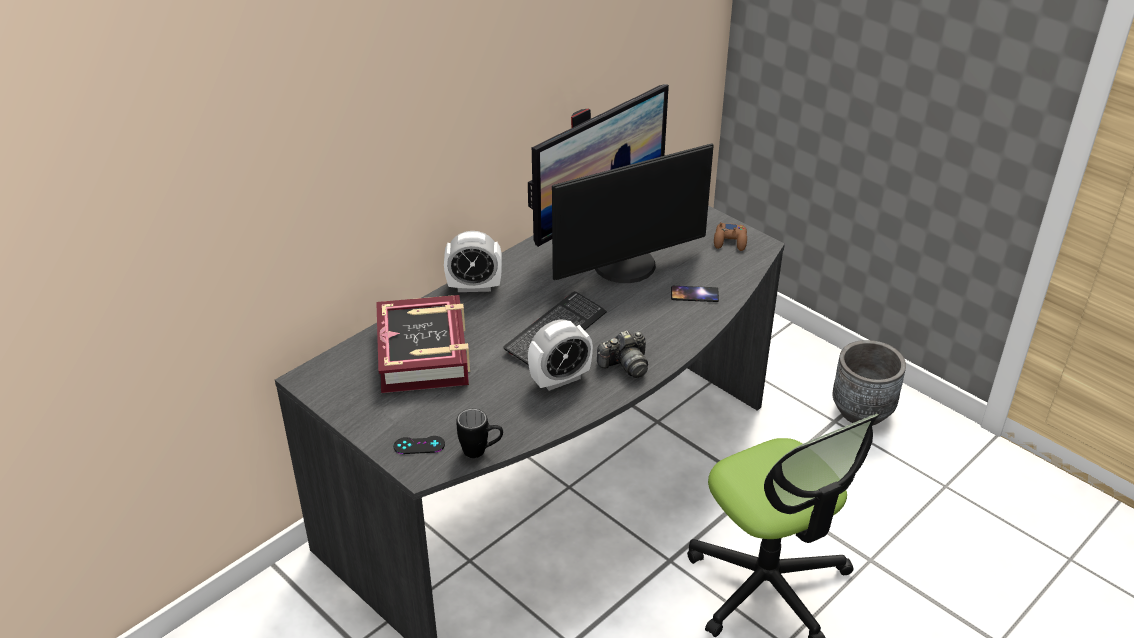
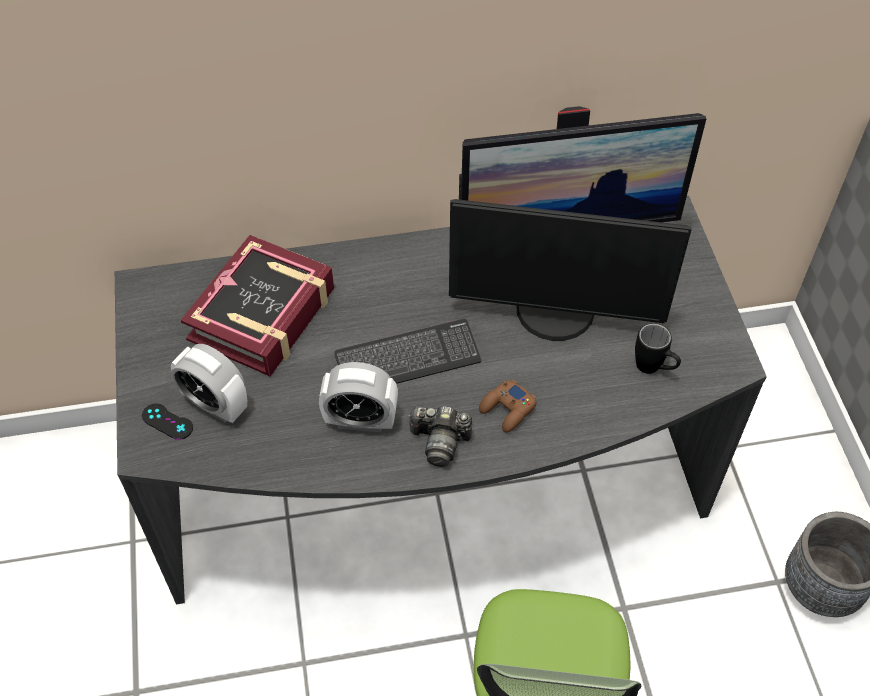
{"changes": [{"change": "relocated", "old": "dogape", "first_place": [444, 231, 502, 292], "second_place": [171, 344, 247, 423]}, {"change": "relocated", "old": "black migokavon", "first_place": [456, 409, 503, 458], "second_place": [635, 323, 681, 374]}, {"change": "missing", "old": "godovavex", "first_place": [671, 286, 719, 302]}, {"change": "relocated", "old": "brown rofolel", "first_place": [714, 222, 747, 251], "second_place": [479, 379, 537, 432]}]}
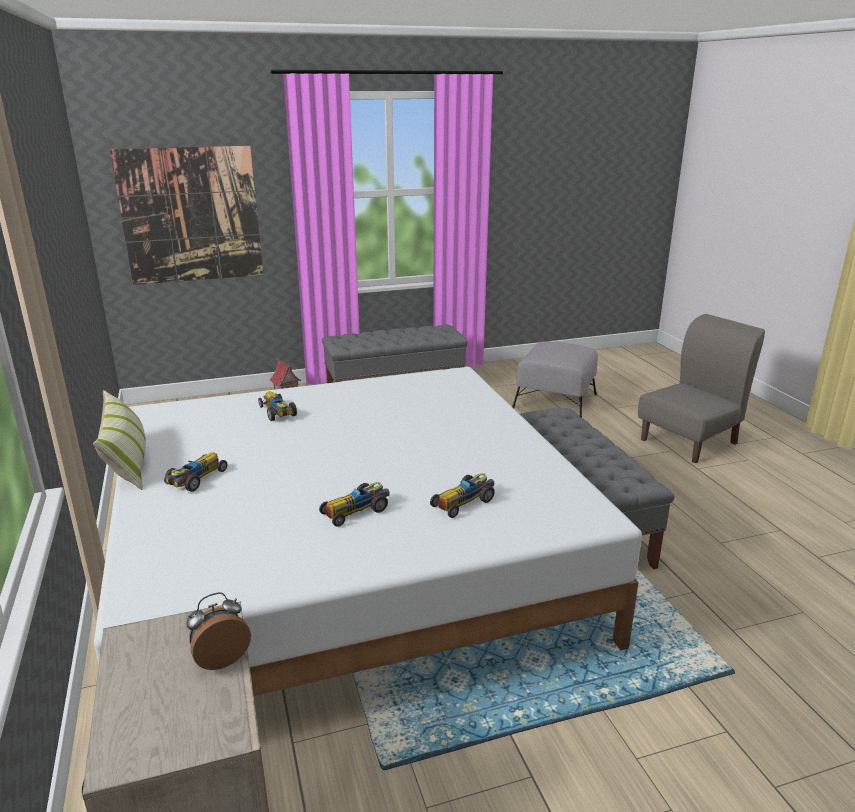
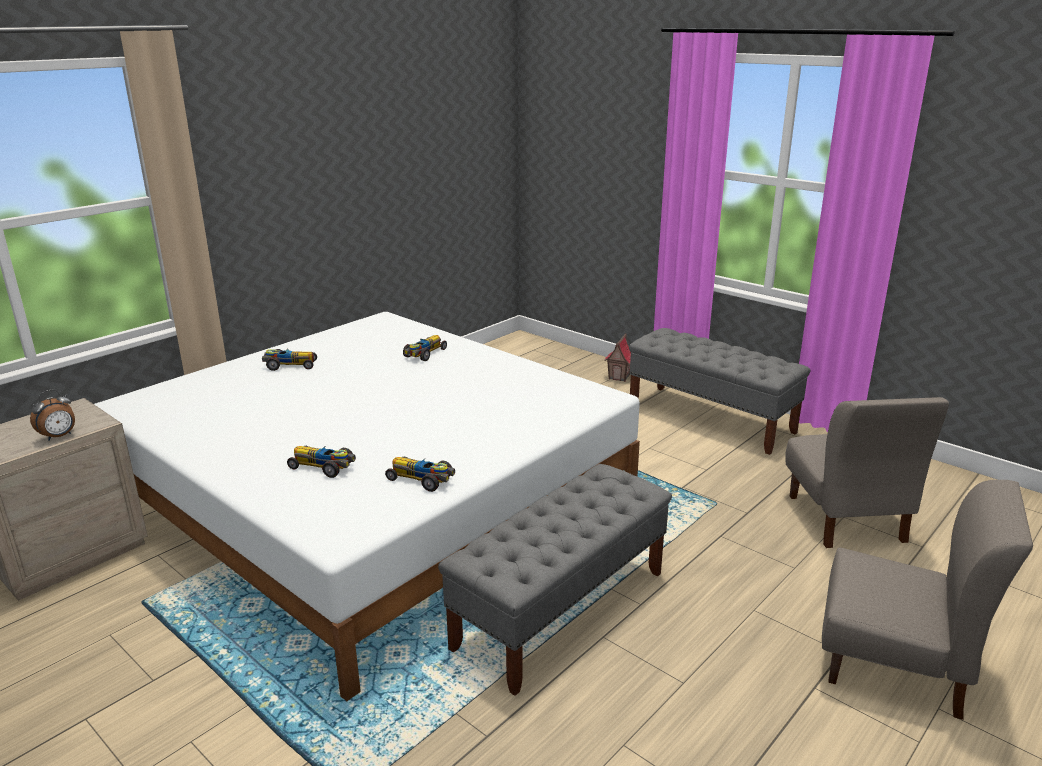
{"changes": [{"change": "missing", "old": "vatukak", "first_place": [93, 390, 146, 490]}, {"change": "missing", "old": "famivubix", "first_place": [110, 146, 263, 285]}, {"change": "spun", "old": "dogape", "first_place": [186, 592, 251, 670], "second_place": [30, 389, 75, 441], "degrees": 105}, {"change": "relocated", "old": "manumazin", "first_place": [319, 482, 390, 527], "second_place": [385, 457, 455, 492]}, {"change": "exchanged", "old": "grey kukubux", "new": "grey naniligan", "first_place": [512, 341, 598, 418], "second_place": [785, 397, 949, 548]}]}
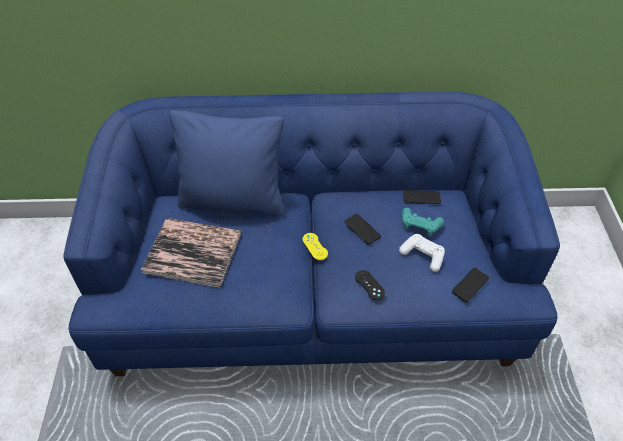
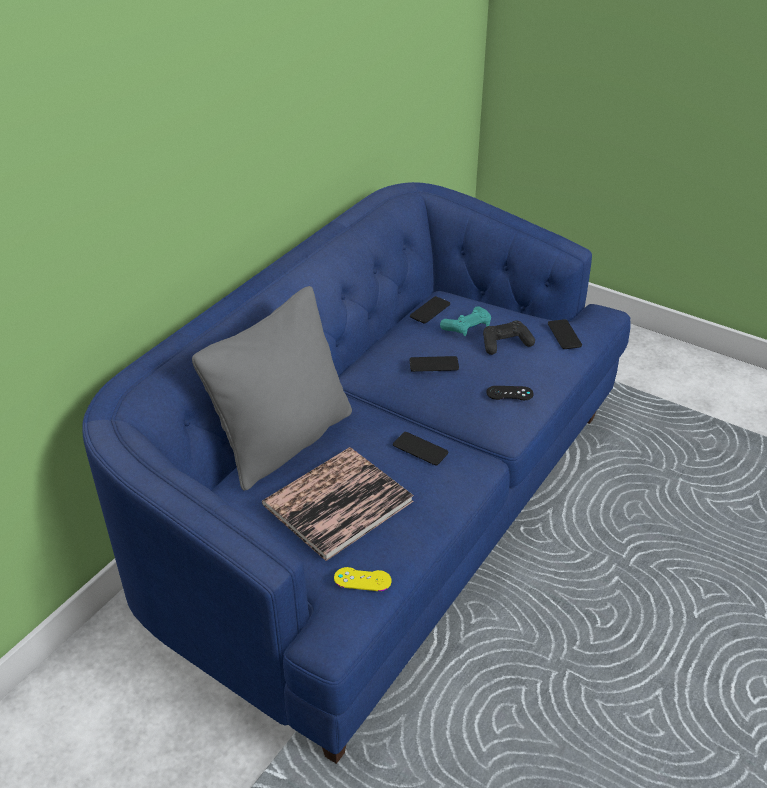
{"changes": [{"change": "colour", "old": "blue vatukak", "new": "grey vatukak", "first_place": [169, 110, 284, 216], "second_place": [192, 286, 352, 491]}, {"change": "relocated", "old": "yellow rofolel", "first_place": [302, 233, 328, 260], "second_place": [334, 567, 391, 591]}, {"change": "colour", "old": "white rofolel", "new": "black rofolel", "first_place": [399, 234, 445, 272], "second_place": [483, 321, 535, 355]}, {"change": "appeared", "new": "godovavex", "second_place": [393, 432, 448, 465]}]}
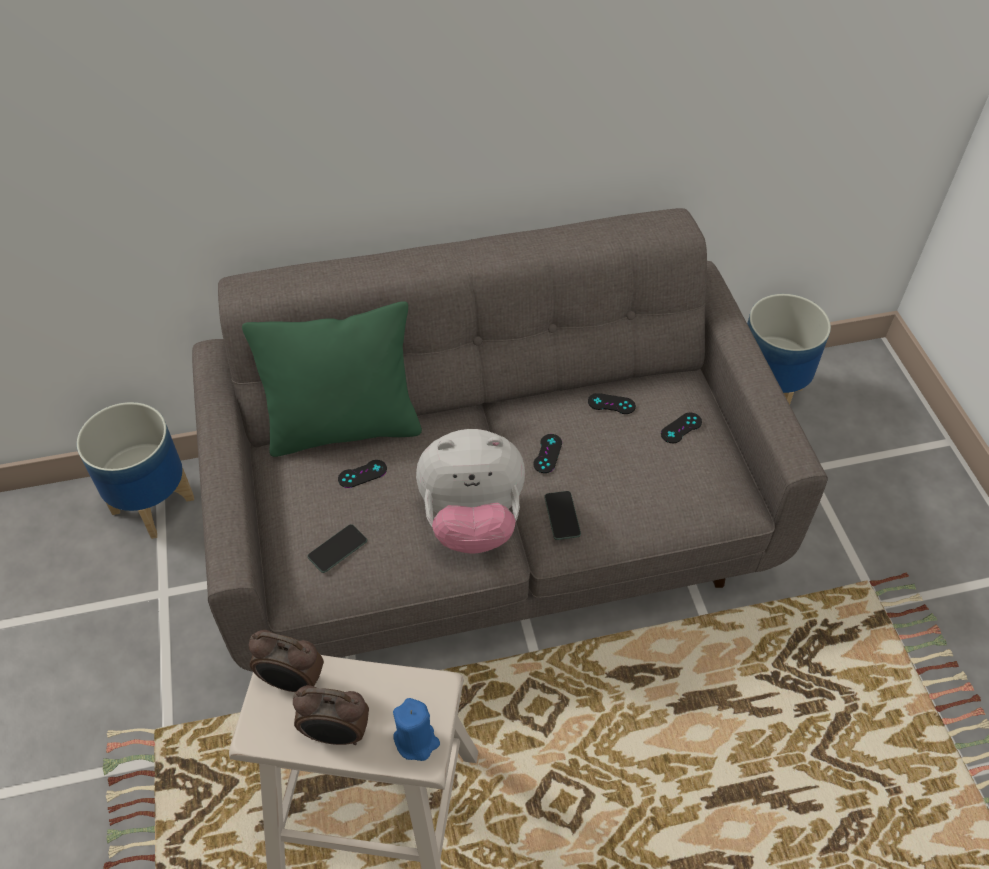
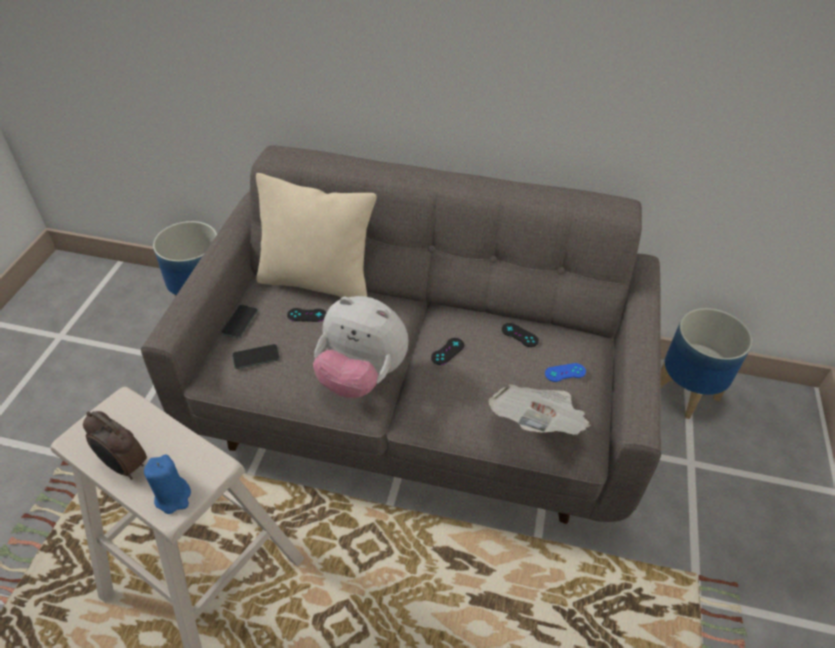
{"changes": [{"change": "colour", "old": "green vatukak", "new": "beige vatukak", "first_place": [242, 301, 422, 457], "second_place": [256, 173, 377, 298]}, {"change": "missing", "old": "dogape", "first_place": [249, 630, 324, 692]}, {"change": "relocated", "old": "godovavex", "first_place": [544, 491, 581, 540], "second_place": [221, 305, 258, 338]}, {"change": "colour", "old": "black rofolel", "new": "blue rofolel", "first_place": [661, 413, 702, 443], "second_place": [545, 363, 586, 382]}, {"change": "appeared", "new": "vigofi", "second_place": [488, 384, 591, 435]}]}
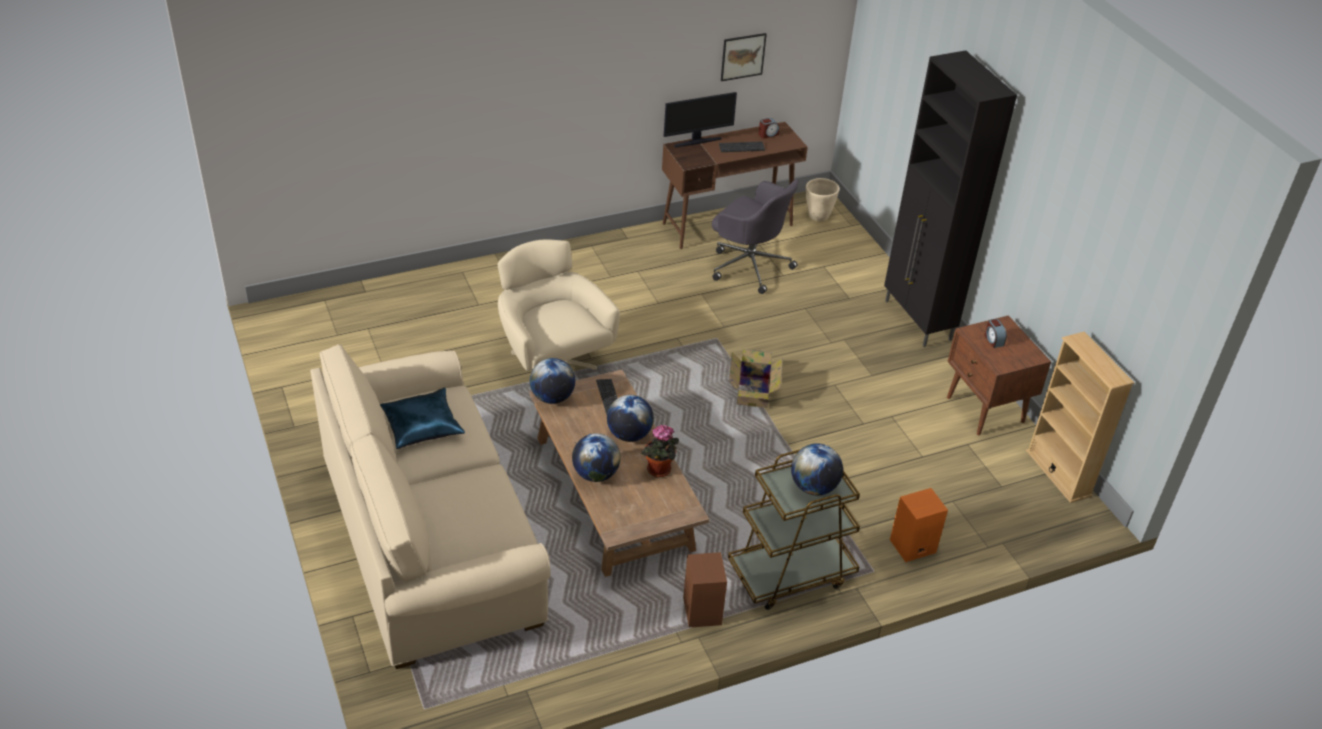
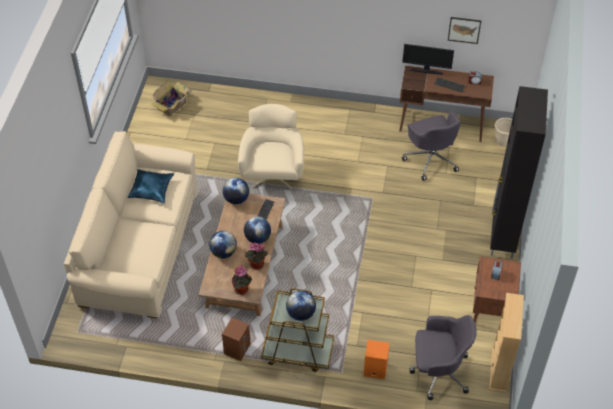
{"changes": [{"change": "relocated", "old": "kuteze", "first_place": [729, 349, 783, 408], "second_place": [152, 81, 192, 117]}, {"change": "appeared", "new": "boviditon", "second_place": [232, 266, 252, 295]}, {"change": "appeared", "new": "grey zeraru", "second_place": [409, 315, 477, 400]}]}
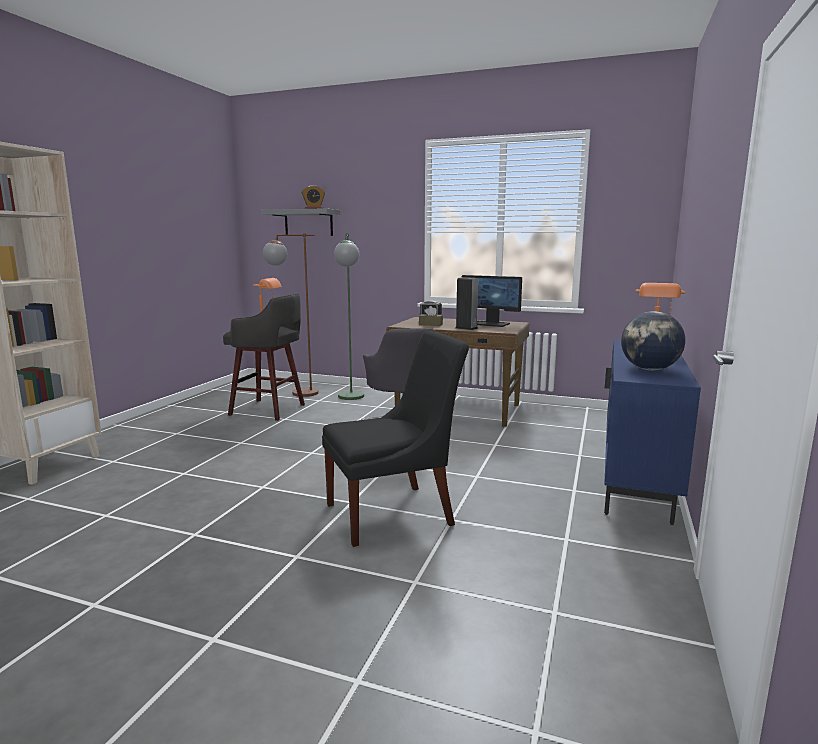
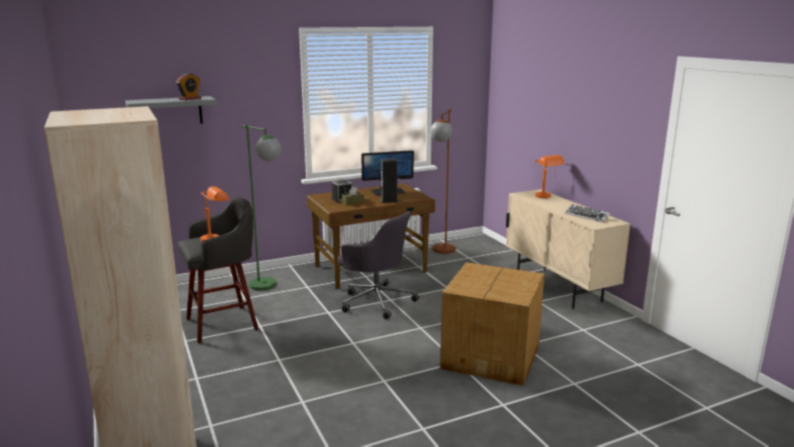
{"changes": [{"change": "relocated", "old": "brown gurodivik", "first_place": [263, 233, 319, 397], "second_place": [430, 109, 456, 254]}, {"change": "exchanged", "old": "black naniligan", "new": "kuteze", "first_place": [322, 331, 469, 547], "second_place": [440, 262, 545, 386]}, {"change": "colour", "old": "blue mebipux", "new": "beige mebipux", "first_place": [604, 340, 701, 525], "second_place": [506, 189, 631, 309]}, {"change": "exchanged", "old": "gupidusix", "new": "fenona", "first_place": [621, 311, 685, 370], "second_place": [565, 204, 610, 222]}]}
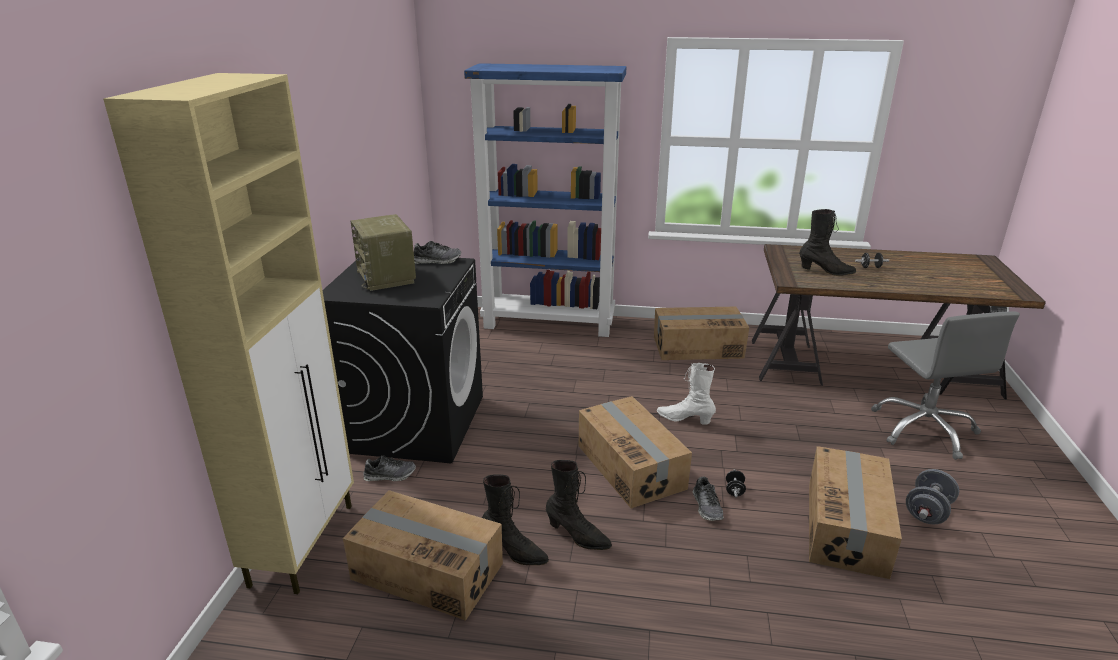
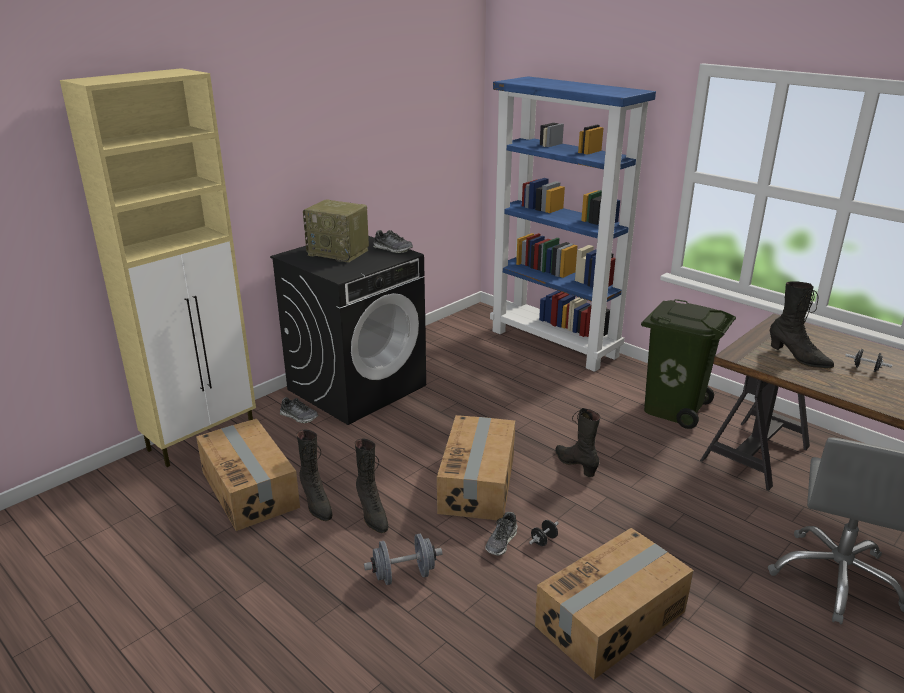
{"changes": [{"change": "spun", "old": "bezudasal", "first_place": [350, 214, 416, 291], "second_place": [303, 199, 369, 262], "degrees": -75}, {"change": "exchanged", "old": "kuteze", "new": "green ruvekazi", "first_place": [654, 307, 749, 360], "second_place": [641, 299, 736, 429]}, {"change": "colour", "old": "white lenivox", "new": "black lenivox", "first_place": [657, 363, 716, 424], "second_place": [555, 408, 601, 477]}, {"change": "relocated", "old": "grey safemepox", "first_place": [906, 469, 959, 524], "second_place": [364, 534, 442, 585]}]}
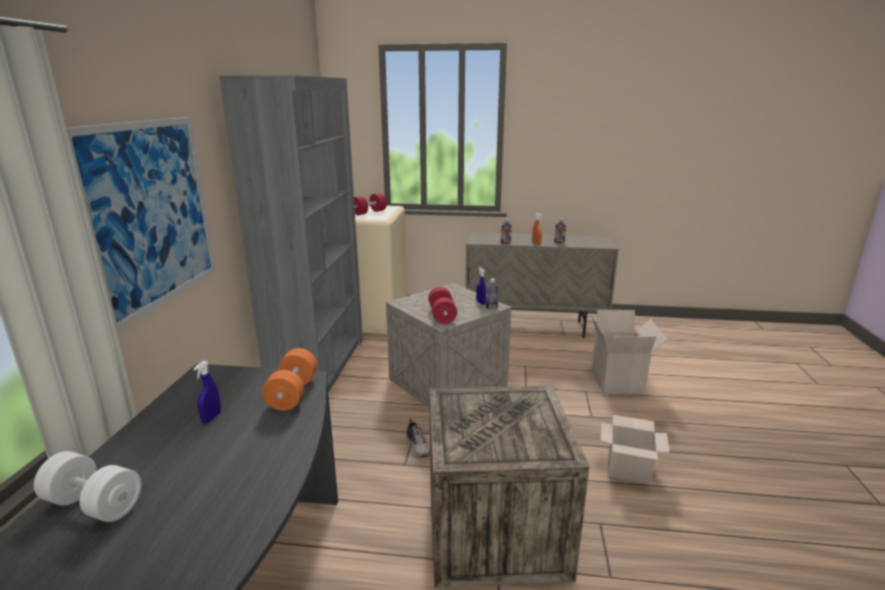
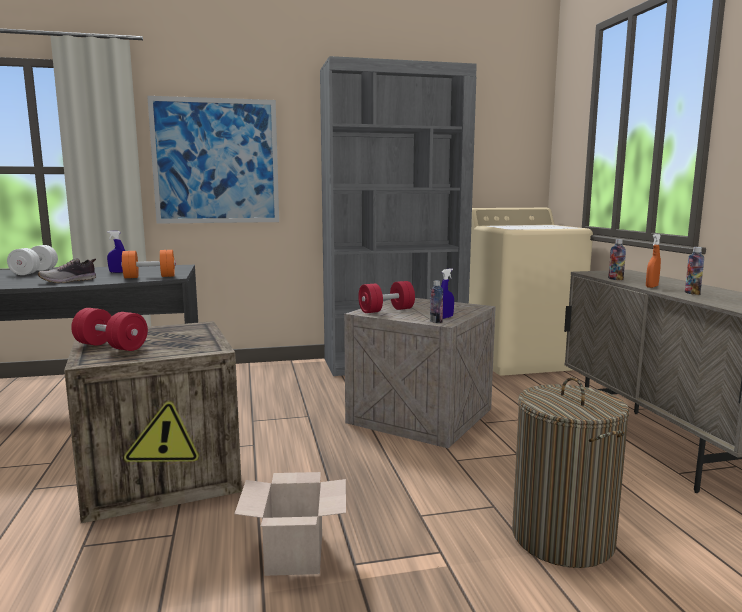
{"changes": [{"change": "relocated", "old": "red safemepox", "first_place": [354, 193, 387, 215], "second_place": [71, 308, 148, 351]}, {"change": "relocated", "old": "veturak", "first_place": [406, 418, 430, 458], "second_place": [38, 258, 96, 283]}, {"change": "exchanged", "old": "kuteze", "new": "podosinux", "first_place": [592, 310, 668, 395], "second_place": [512, 377, 630, 568]}]}
